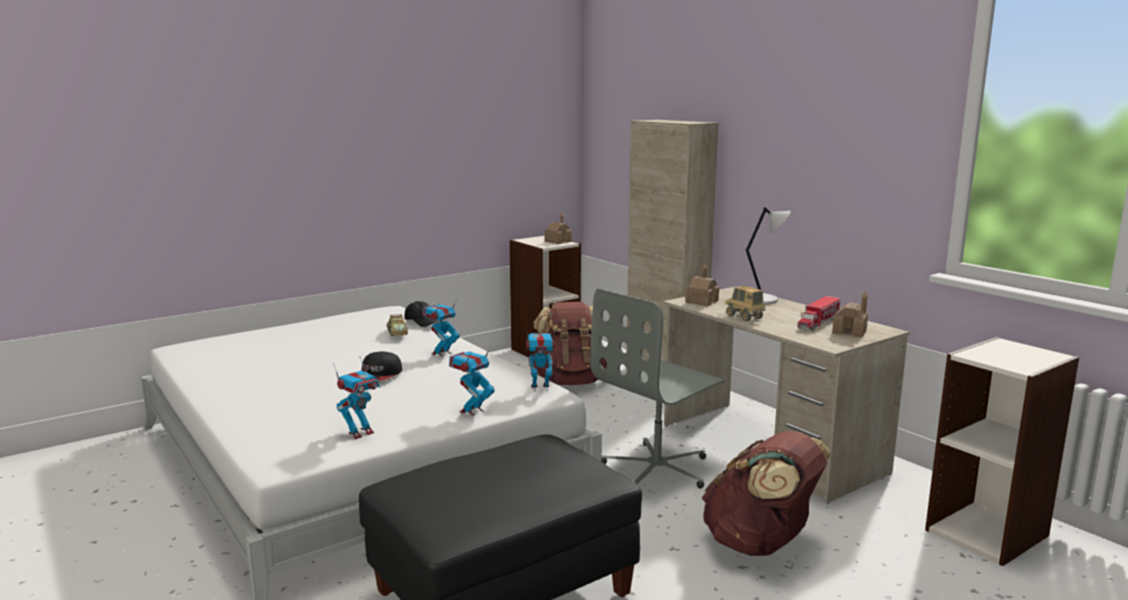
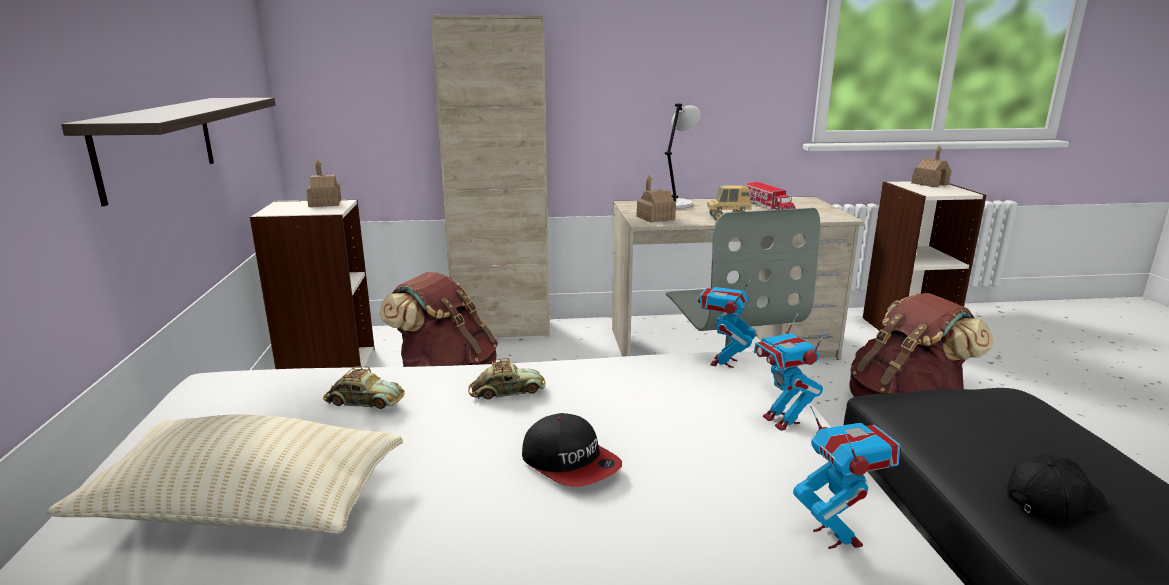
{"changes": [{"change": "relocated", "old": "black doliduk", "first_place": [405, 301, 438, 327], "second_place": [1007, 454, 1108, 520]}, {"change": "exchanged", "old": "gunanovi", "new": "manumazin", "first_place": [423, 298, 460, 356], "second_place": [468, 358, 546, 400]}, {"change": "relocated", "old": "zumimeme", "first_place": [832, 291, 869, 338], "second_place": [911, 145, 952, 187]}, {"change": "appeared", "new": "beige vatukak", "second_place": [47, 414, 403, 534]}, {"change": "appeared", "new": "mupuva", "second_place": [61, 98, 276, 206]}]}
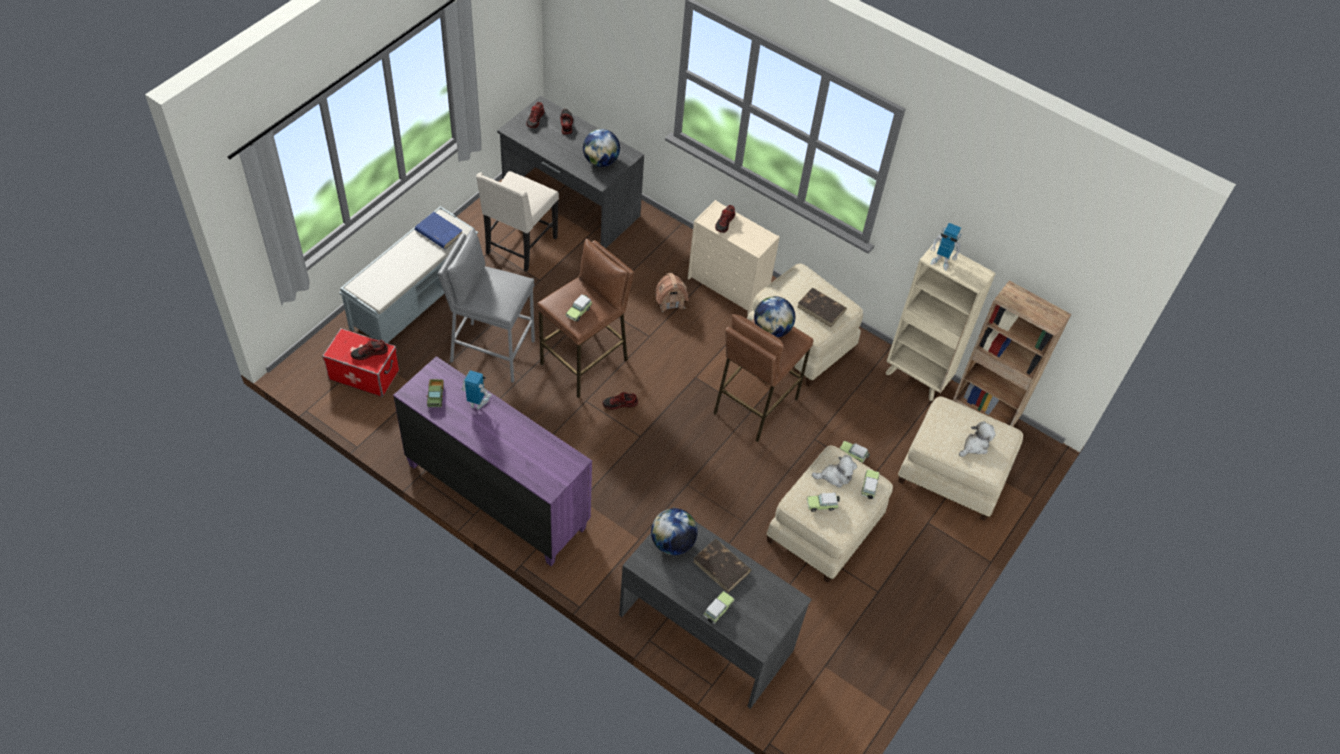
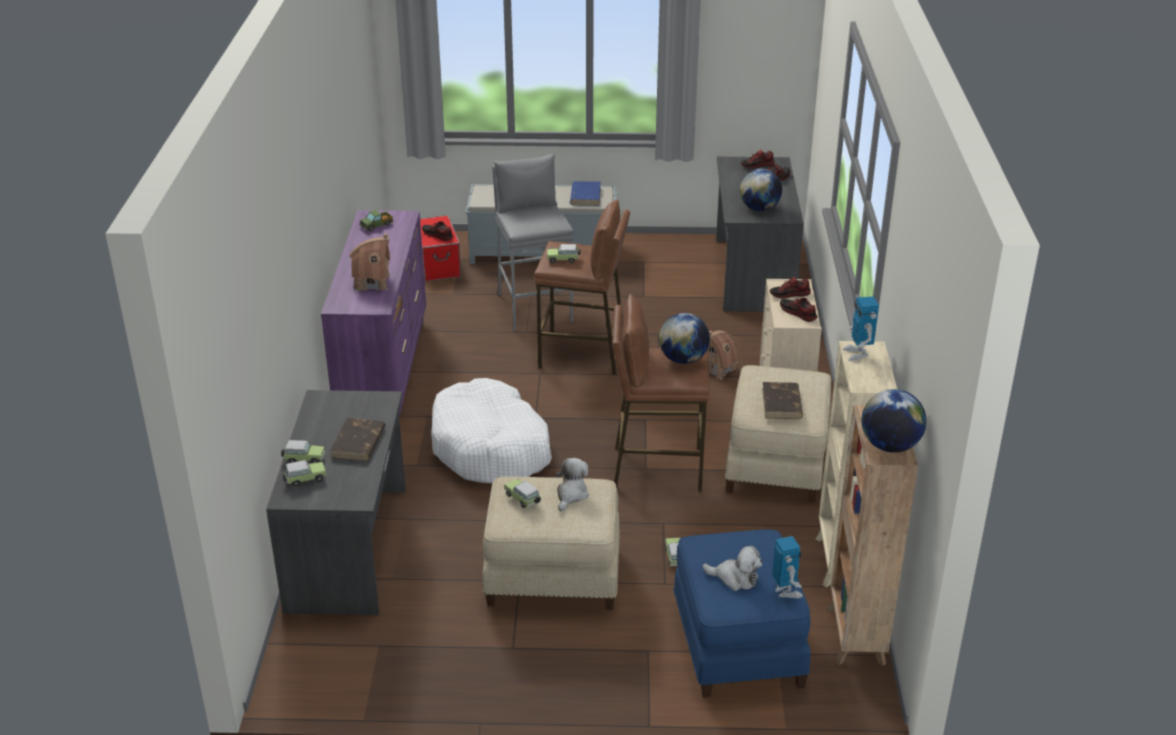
{"changes": [{"change": "relocated", "old": "gunanovi", "first_place": [461, 370, 492, 410], "second_place": [772, 536, 803, 598]}, {"change": "missing", "old": "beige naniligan", "first_place": [476, 171, 559, 271]}, {"change": "relocated", "old": "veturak", "first_place": [602, 392, 638, 410], "second_place": [780, 298, 817, 322]}, {"change": "relocated", "old": "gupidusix", "first_place": [651, 508, 698, 555], "second_place": [861, 389, 926, 453]}, {"change": "spun", "old": "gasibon", "first_place": [812, 455, 857, 488], "second_place": [556, 458, 589, 511], "degrees": -120}, {"change": "relocated", "old": "manumazin", "first_place": [861, 469, 880, 499], "second_place": [283, 460, 326, 487]}, {"change": "colour", "old": "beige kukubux", "new": "blue kukubux", "first_place": [898, 397, 1023, 521], "second_place": [673, 529, 811, 698]}, {"change": "appeared", "new": "zumimeme", "second_place": [349, 233, 391, 291]}, {"change": "appeared", "new": "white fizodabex", "second_place": [431, 378, 552, 484]}]}
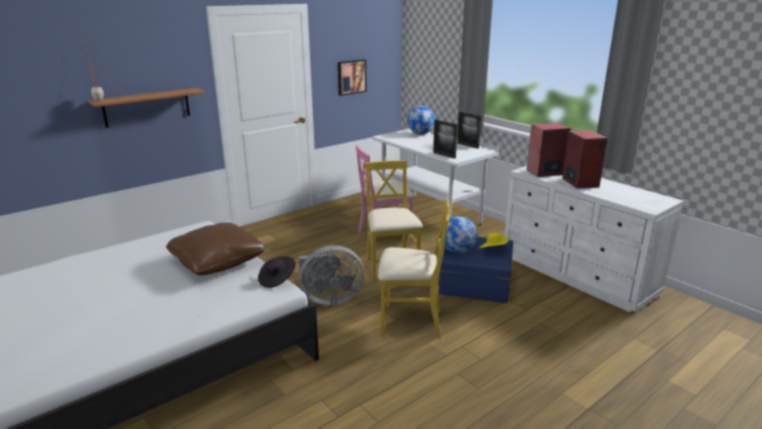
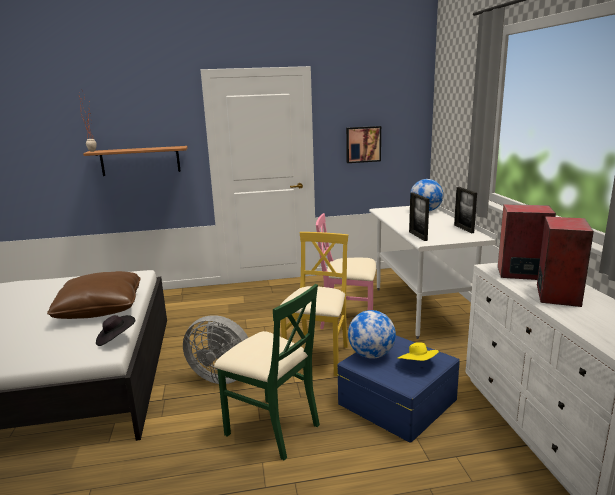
{"changes": [{"change": "colour", "old": "yellow naniligan", "new": "green naniligan", "first_place": [378, 199, 450, 337], "second_place": [214, 284, 320, 460]}]}
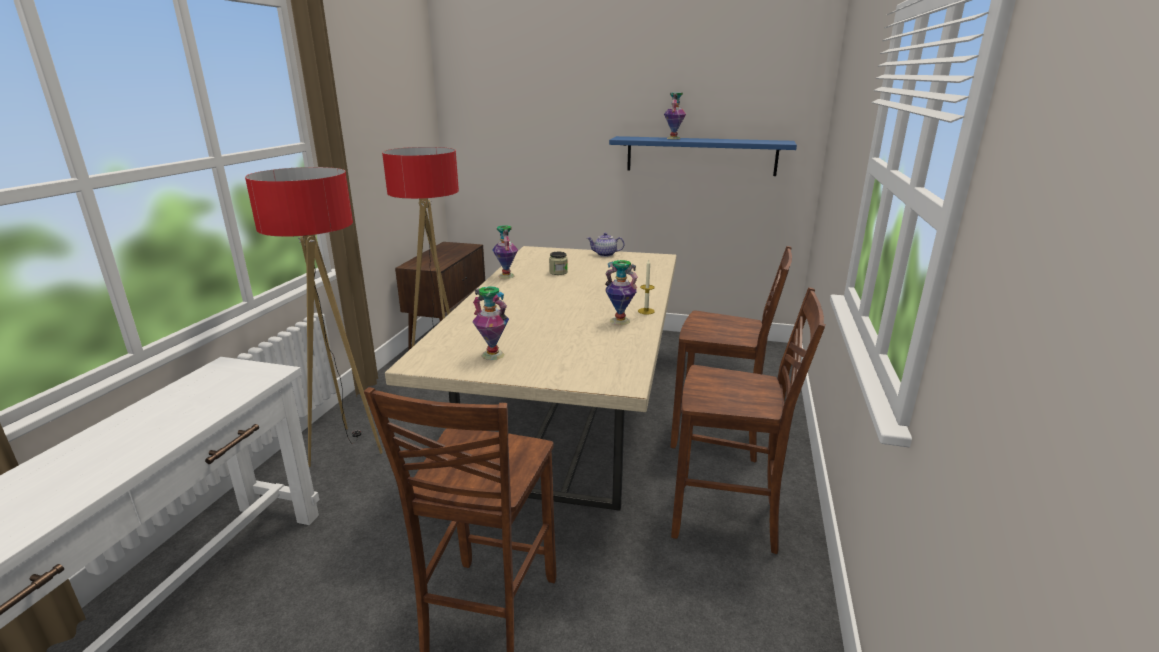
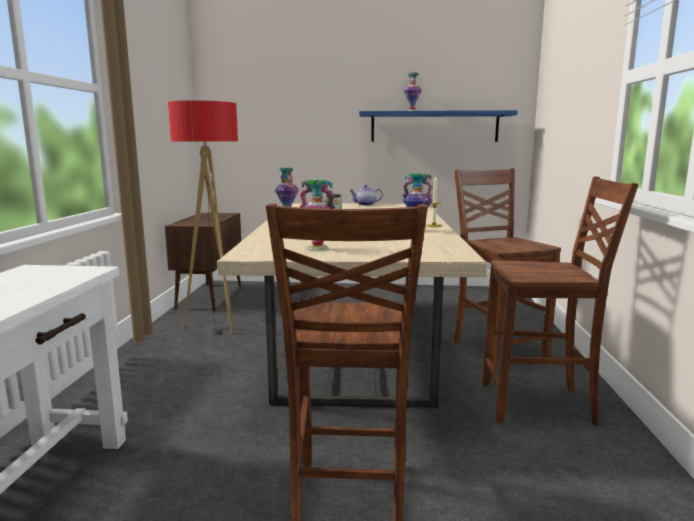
{"changes": [{"change": "missing", "old": "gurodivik", "first_place": [245, 167, 383, 467]}, {"change": "spun", "old": "brown naniligan", "first_place": [671, 246, 792, 462], "second_place": [454, 168, 561, 370], "degrees": -120}]}
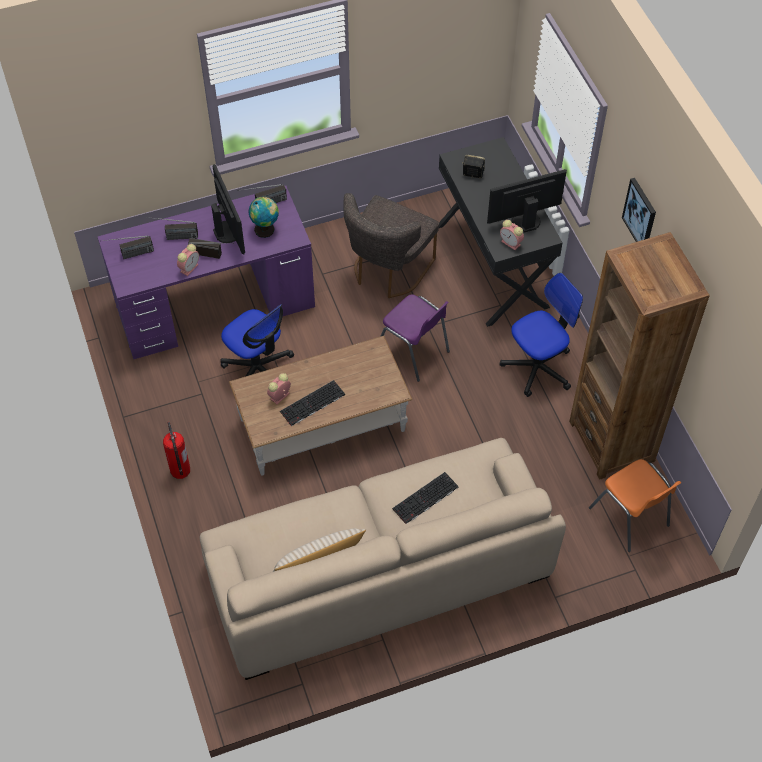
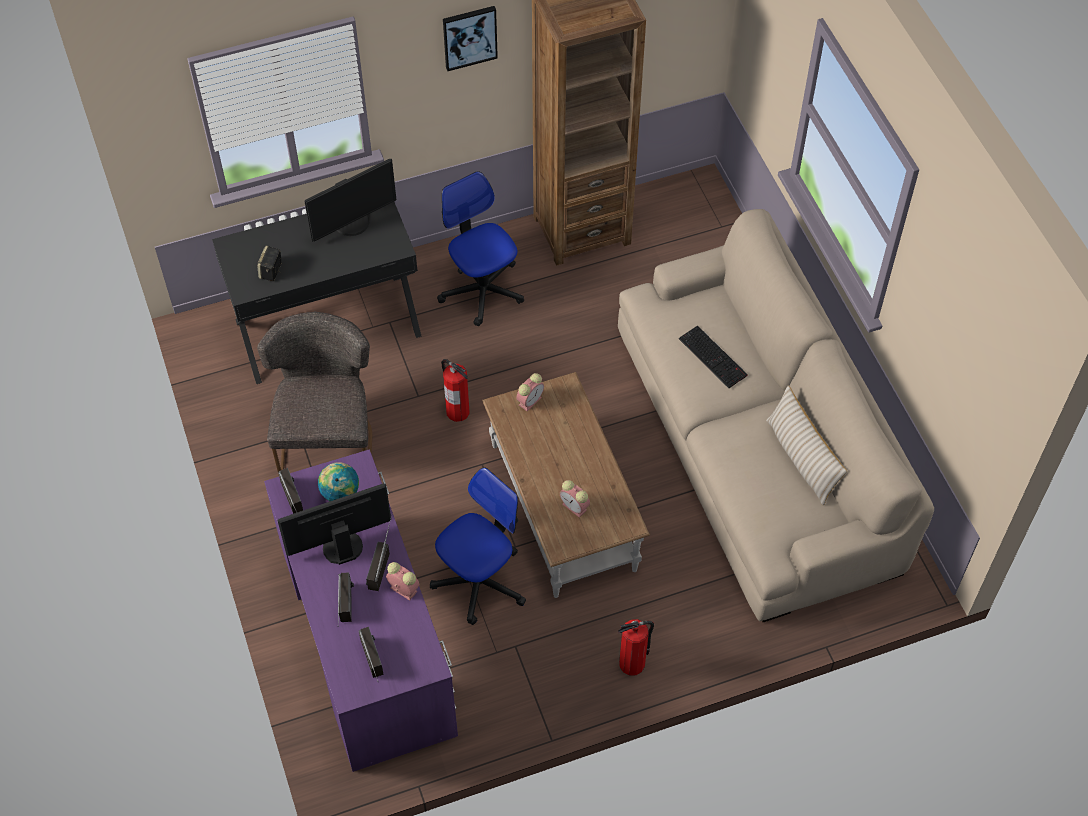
{"changes": [{"change": "missing", "old": "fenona", "first_place": [280, 380, 345, 426]}, {"change": "spun", "old": "grey naniligan", "first_place": [343, 193, 439, 298], "second_place": [257, 311, 372, 475], "degrees": -120}, {"change": "exchanged", "old": "purple naniligan", "new": "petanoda", "first_place": [380, 294, 450, 382], "second_place": [441, 359, 470, 422]}, {"change": "spun", "old": "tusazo", "first_place": [487, 169, 567, 233], "second_place": [304, 159, 396, 242], "degrees": -105}, {"change": "relocated", "old": "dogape", "first_place": [500, 220, 524, 250], "second_place": [516, 373, 544, 411]}, {"change": "missing", "old": "orange naniligan", "first_place": [589, 459, 681, 552]}]}
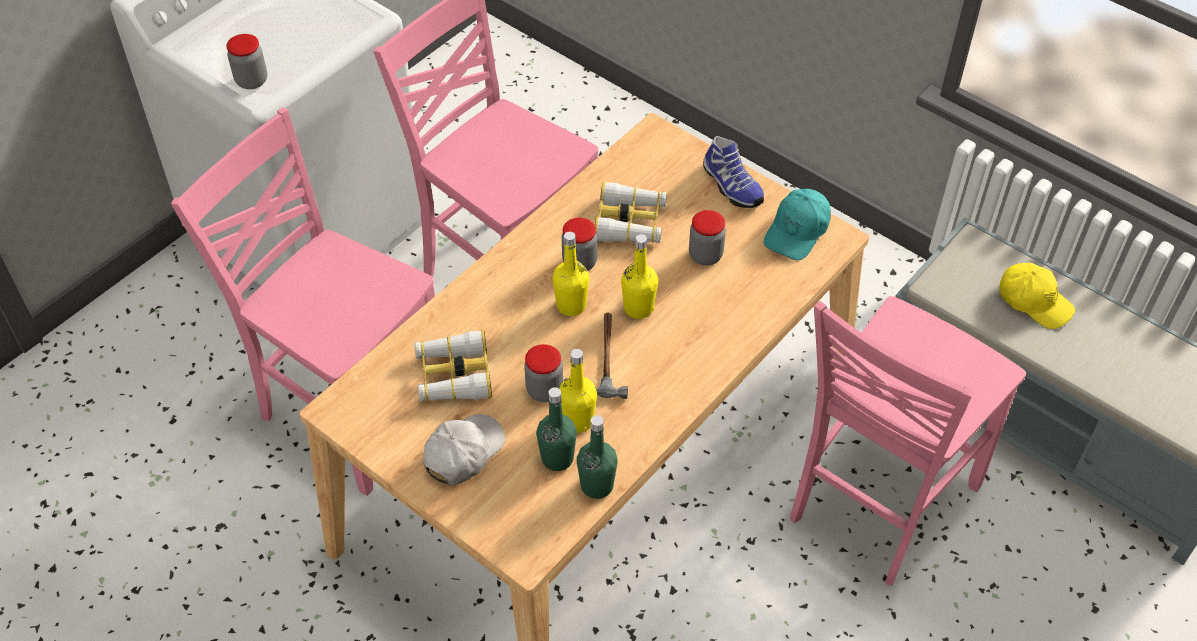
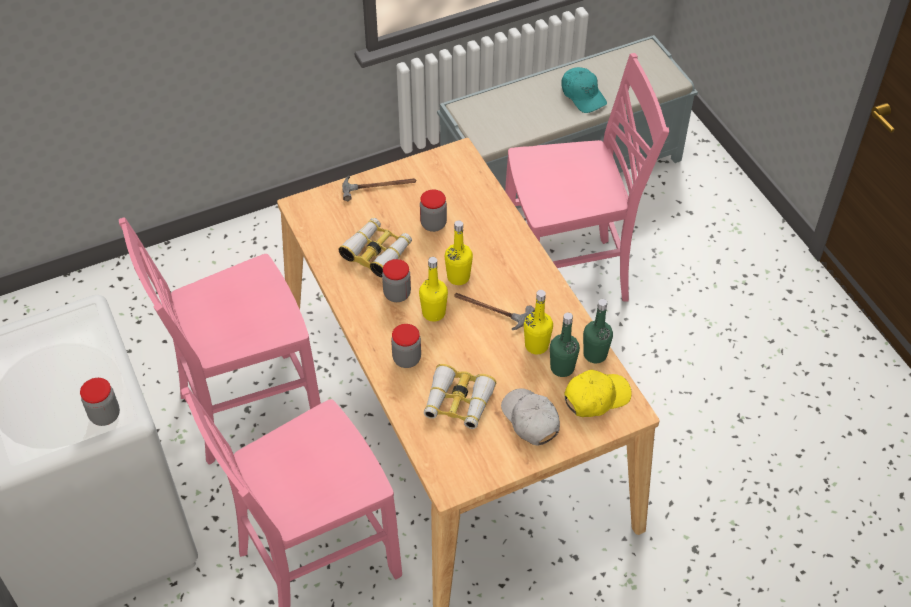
{"changes": [{"change": "relocated", "old": "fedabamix", "first_place": [524, 344, 563, 402], "second_place": [391, 324, 421, 368]}, {"change": "exchanged", "old": "veturak", "new": "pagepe", "first_place": [703, 136, 764, 208], "second_place": [342, 175, 416, 201]}, {"change": "relocated", "old": "turquoise doliduk", "first_place": [764, 189, 831, 260], "second_place": [561, 67, 607, 113]}, {"change": "spun", "old": "pink naniligan", "first_place": [790, 296, 1026, 586], "second_place": [505, 53, 669, 302], "degrees": -75}, {"change": "relocated", "old": "yellow doliduk", "first_place": [999, 263, 1075, 329], "second_place": [564, 370, 632, 417]}]}
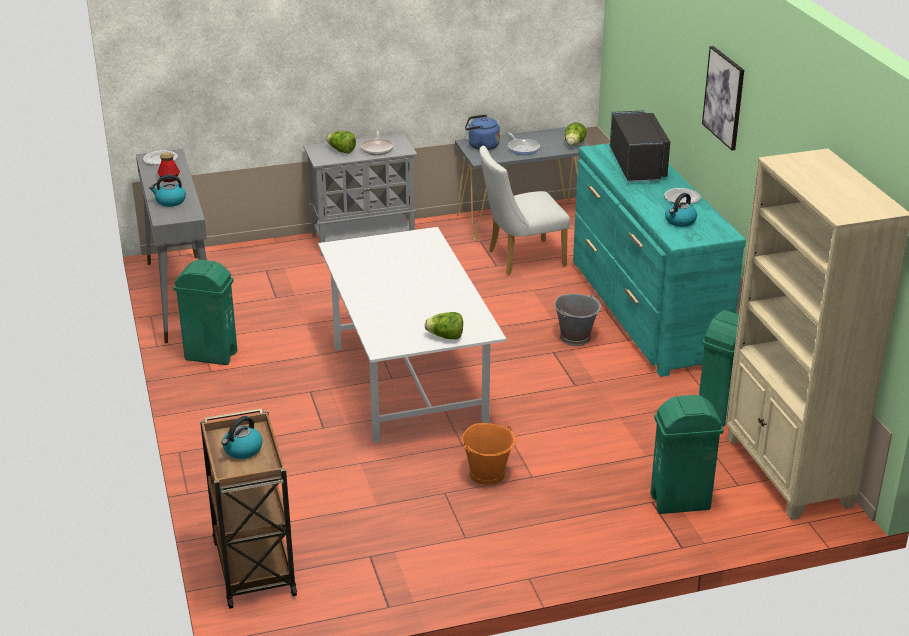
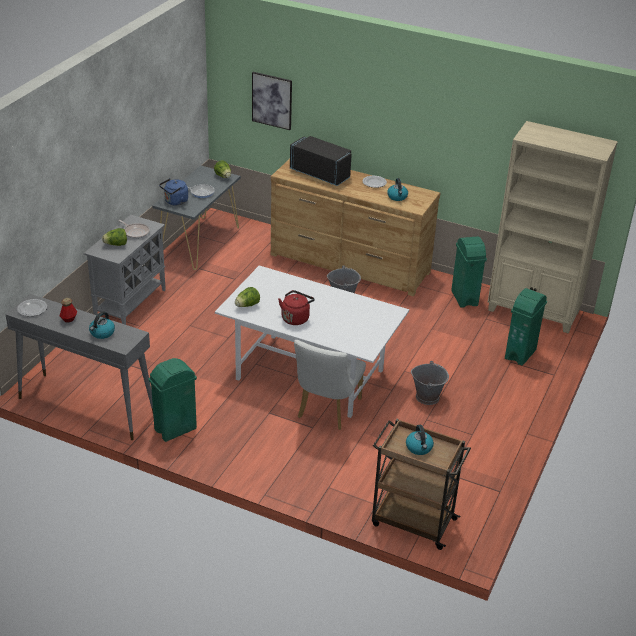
{"changes": [{"change": "relocated", "old": "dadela", "first_place": [425, 312, 463, 340], "second_place": [235, 287, 260, 307]}, {"change": "colour", "old": "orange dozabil", "new": "grey dozabil", "first_place": [462, 423, 516, 486], "second_place": [411, 361, 449, 405]}, {"change": "relocated", "old": "white naniligan", "first_place": [480, 146, 570, 275], "second_place": [294, 340, 366, 430]}, {"change": "colour", "old": "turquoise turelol", "new": "brown turelol", "first_place": [573, 143, 746, 377], "second_place": [271, 159, 440, 296]}, {"change": "relocated", "old": "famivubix", "first_place": [702, 46, 744, 151], "second_place": [252, 72, 292, 130]}, {"change": "appeared", "new": "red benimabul", "second_place": [278, 290, 315, 325]}]}
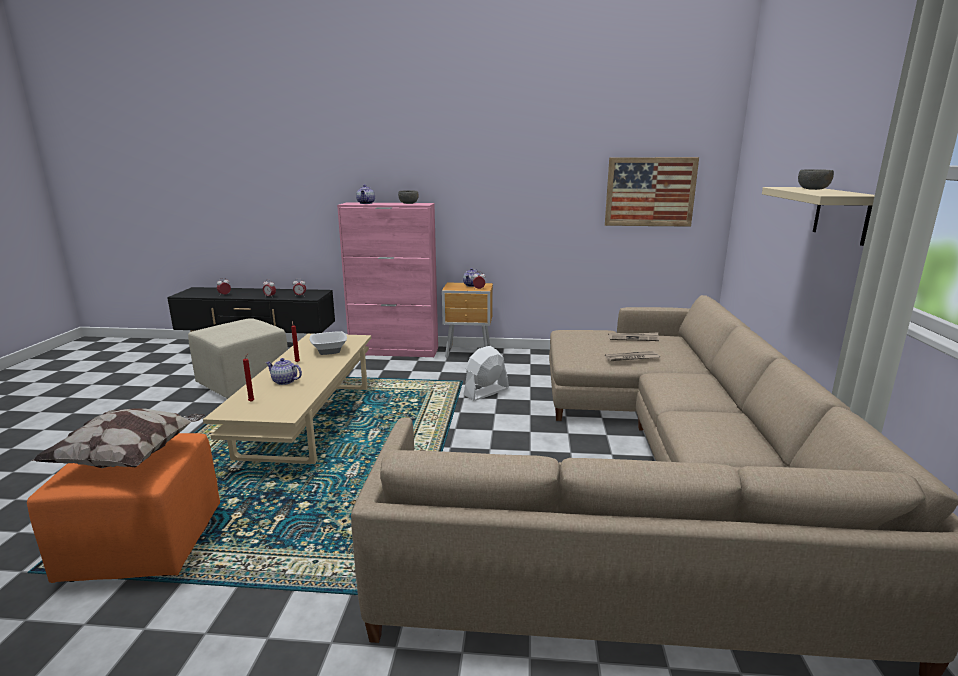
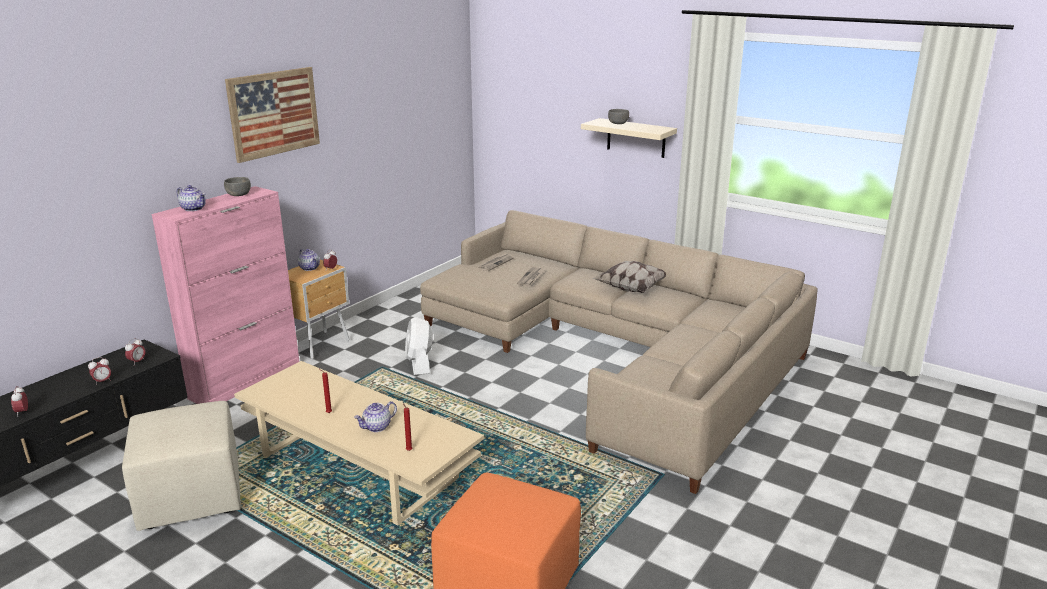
{"changes": [{"change": "relocated", "old": "vatukak", "first_place": [32, 408, 205, 468], "second_place": [593, 261, 666, 293]}, {"change": "missing", "old": "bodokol", "first_place": [309, 331, 347, 355]}, {"change": "relocated", "old": "famivubix", "first_place": [605, 157, 699, 227], "second_place": [225, 67, 320, 163]}]}
